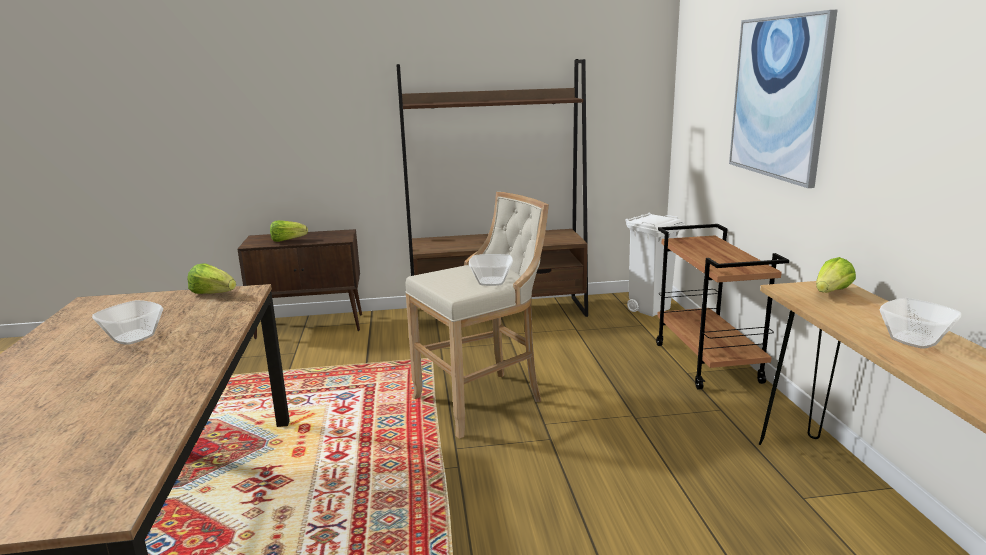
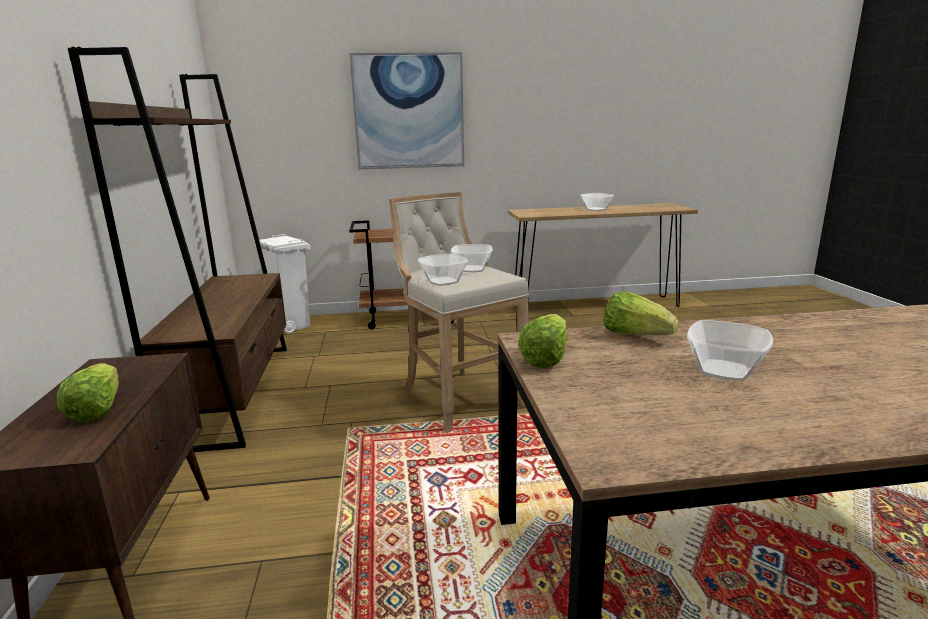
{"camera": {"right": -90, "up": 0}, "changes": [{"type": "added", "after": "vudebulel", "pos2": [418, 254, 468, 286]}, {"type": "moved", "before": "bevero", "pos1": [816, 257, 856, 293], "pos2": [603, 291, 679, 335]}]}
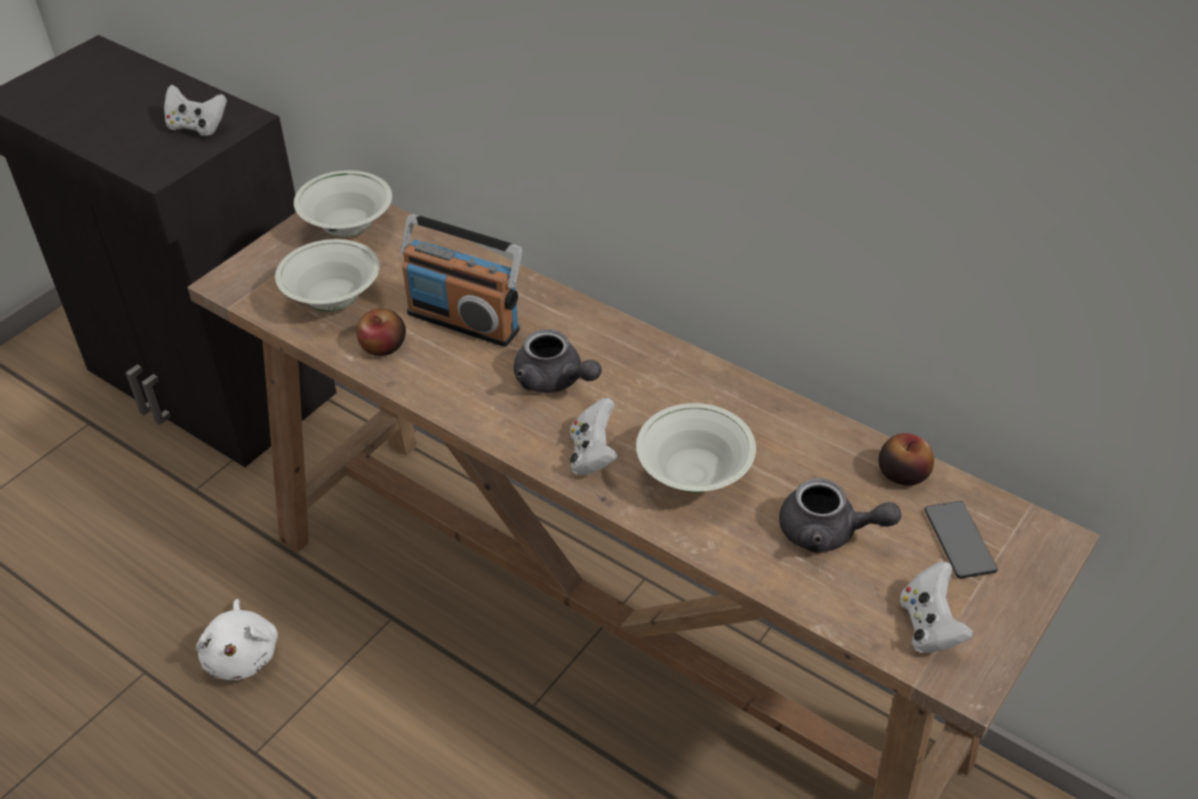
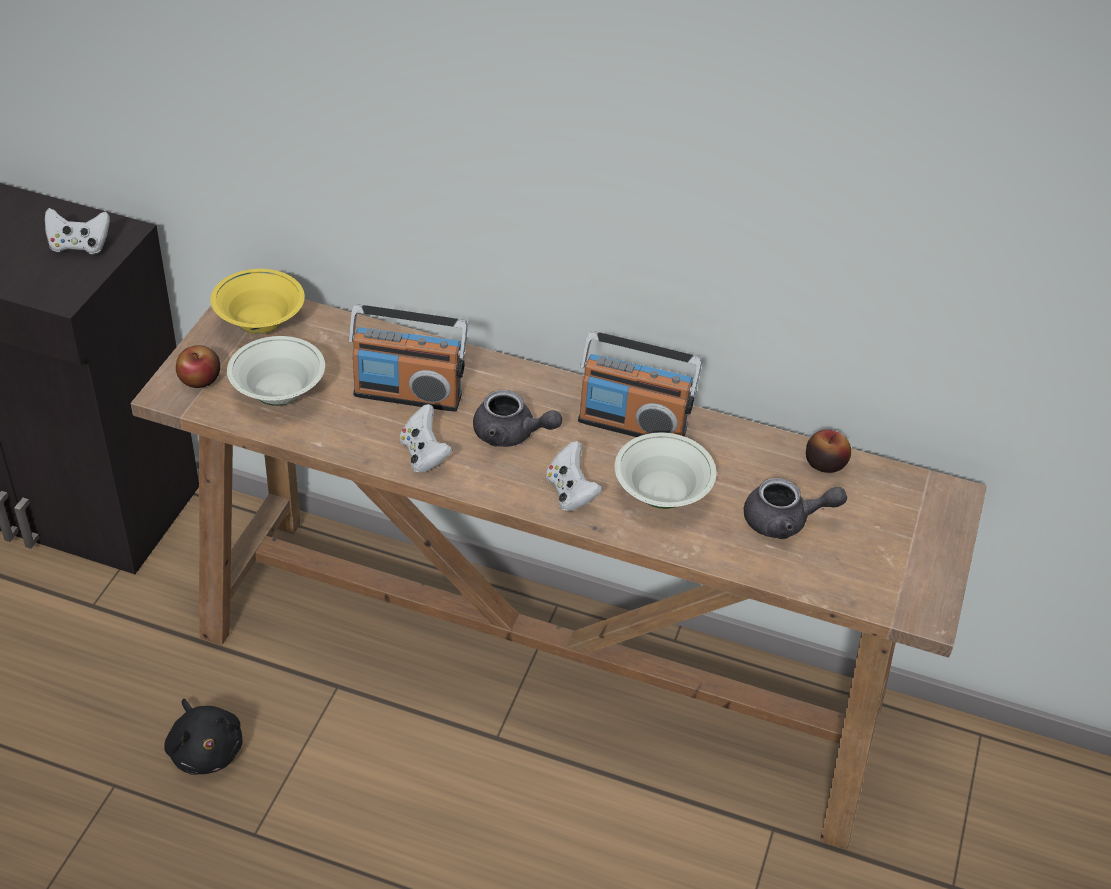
{"camera": {"right": -20, "up": 0}, "changes": [{"type": "removed", "before": "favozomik", "pos1": [924, 501, 998, 579]}, {"type": "added", "after": "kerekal", "pos2": [578, 331, 702, 437]}, {"type": "moved", "before": "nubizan", "pos1": [356, 309, 406, 356], "pos2": [176, 345, 220, 388]}, {"type": "moved", "before": "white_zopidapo", "pos1": [900, 561, 973, 653], "pos2": [400, 404, 453, 473]}, {"type": "recoloured", "before": "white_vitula", "after": "black_vitula", "pos1": [196, 599, 278, 680], "pos2": [164, 699, 243, 775]}, {"type": "recoloured", "before": "white_vudebulel", "after": "yellow_vudebulel", "pos1": [294, 170, 392, 237], "pos2": [210, 269, 305, 334]}]}
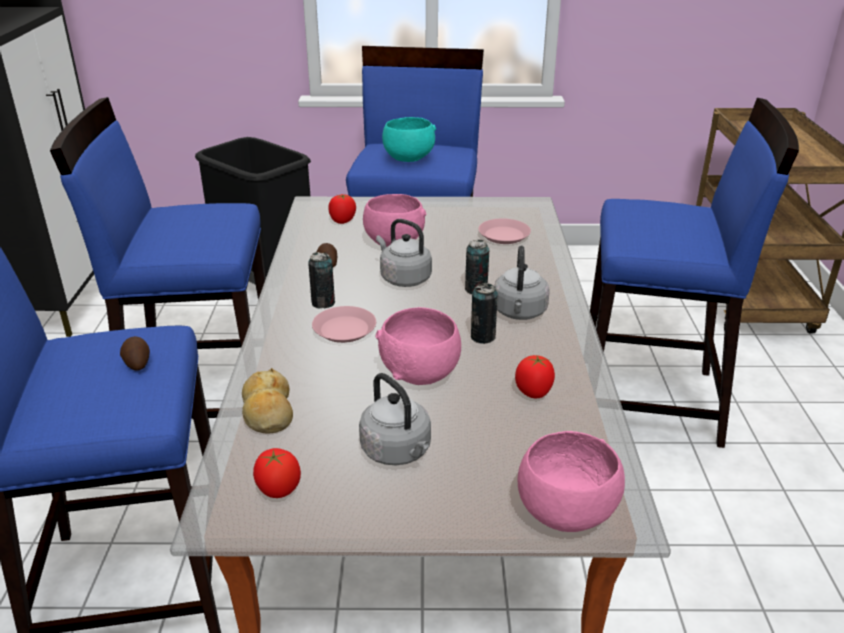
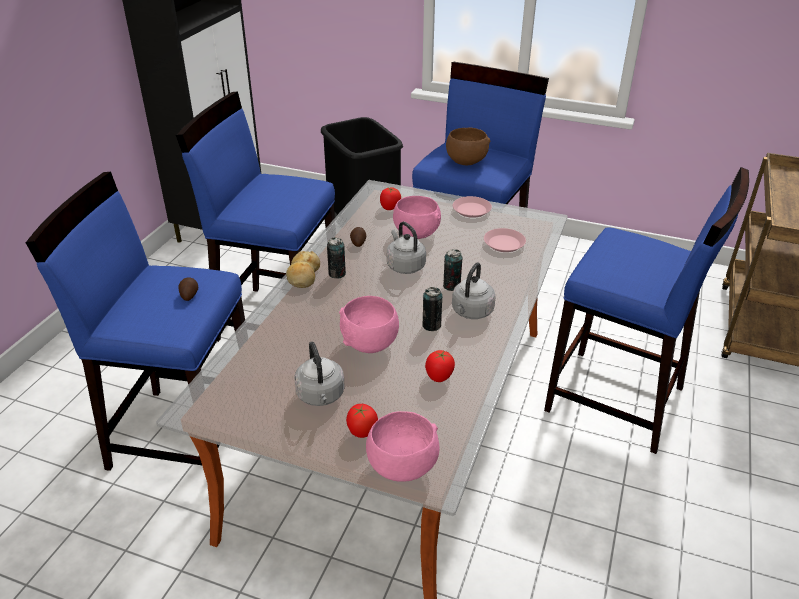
{"camera": {"right": 20, "up": 5}, "changes": [{"type": "moved", "before": "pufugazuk", "pos1": [242, 368, 293, 433], "pos2": [286, 251, 320, 288]}, {"type": "moved", "before": "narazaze", "pos1": [253, 448, 301, 498], "pos2": [346, 404, 378, 438]}, {"type": "moved", "before": "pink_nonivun", "pos1": [312, 306, 376, 343], "pos2": [453, 196, 492, 218]}, {"type": "recoloured", "before": "turquoise_vudebulel", "after": "brown_vudebulel", "pos1": [382, 117, 436, 162], "pos2": [446, 128, 491, 165]}]}
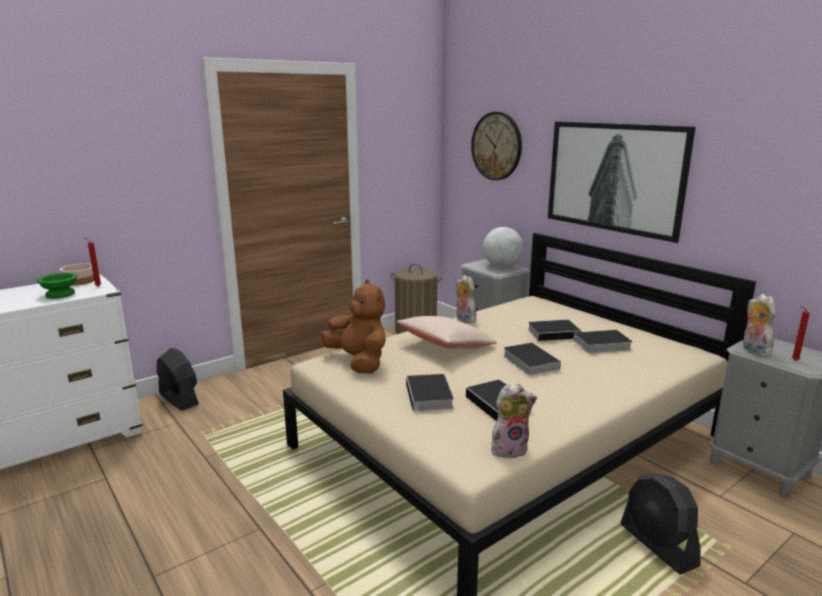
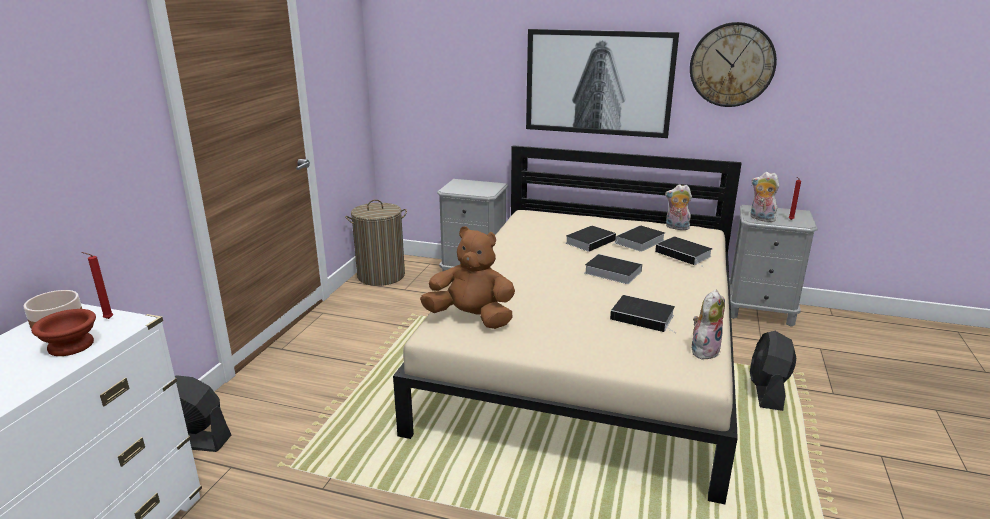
{"camera": {"right": -35, "up": 5}, "changes": [{"type": "removed", "before": "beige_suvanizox", "pos1": [397, 316, 497, 349]}, {"type": "removed", "before": "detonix", "pos1": [483, 227, 523, 267]}, {"type": "moved", "before": "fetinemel", "pos1": [406, 374, 454, 416], "pos2": [655, 237, 712, 267]}, {"type": "moved", "before": "vitula", "pos1": [456, 275, 476, 323], "pos2": [665, 184, 692, 230]}, {"type": "moved", "before": "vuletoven", "pos1": [471, 112, 522, 180], "pos2": [690, 22, 777, 107]}, {"type": "recoloured", "before": "green_vudebulel", "after": "brown_vudebulel", "pos1": [37, 272, 77, 299], "pos2": [31, 309, 96, 356]}, {"type": "turned", "before": "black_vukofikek", "pos1": [620, 473, 701, 575], "pos2": [750, 331, 796, 411], "turn": 75}]}
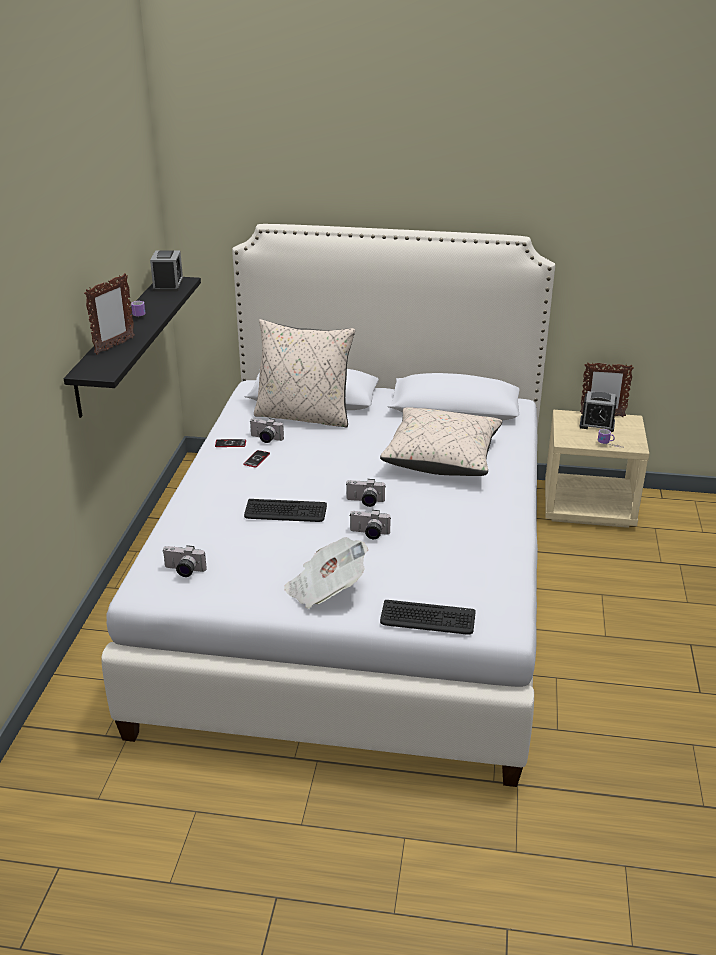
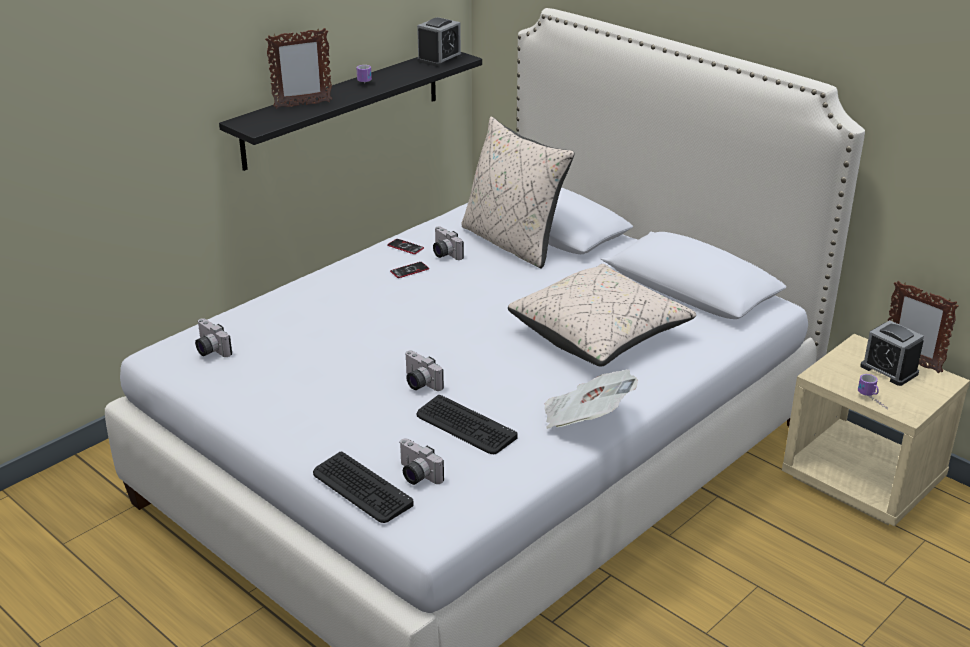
{"camera": {"right": 35, "up": 0}, "changes": [{"type": "moved", "before": "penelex", "pos1": [244, 499, 327, 522], "pos2": [416, 395, 517, 454]}, {"type": "moved", "before": "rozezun", "pos1": [284, 537, 368, 609], "pos2": [545, 369, 638, 429]}, {"type": "moved", "before": "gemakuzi", "pos1": [346, 479, 386, 507], "pos2": [399, 438, 444, 485]}]}
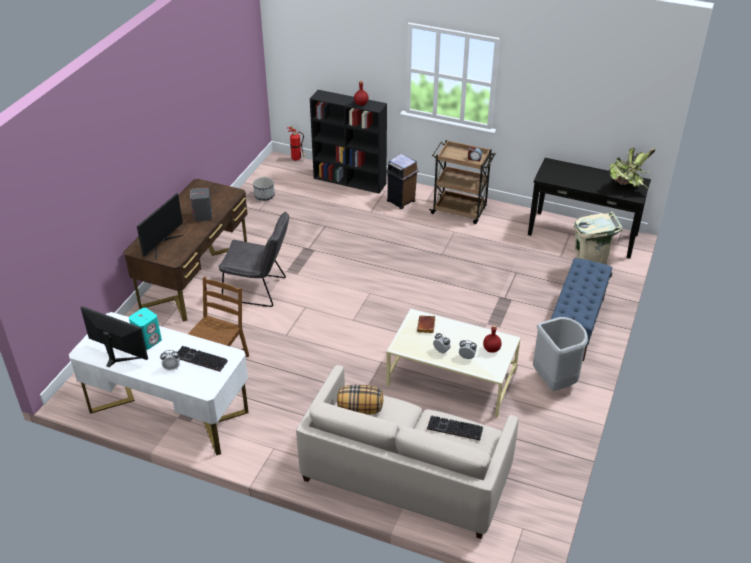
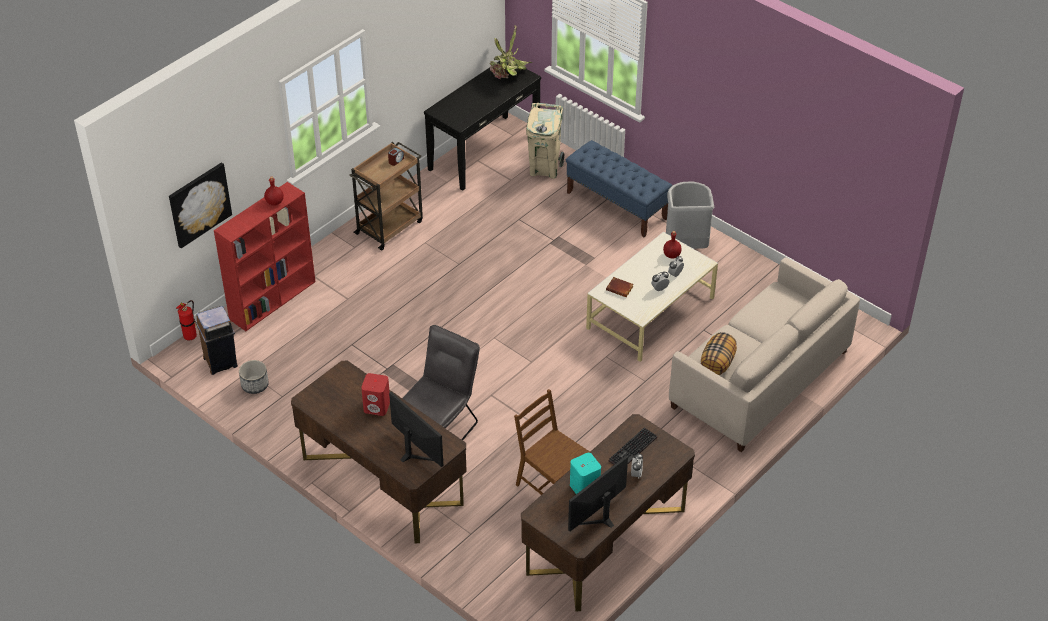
{"camera": {"right": -70, "up": 5}, "changes": [{"type": "removed", "before": "penelex", "pos1": [427, 416, 483, 440]}, {"type": "added", "after": "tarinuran", "pos2": [169, 163, 232, 248]}, {"type": "moved", "before": "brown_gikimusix", "pos1": [386, 154, 419, 209], "pos2": [196, 306, 238, 375]}, {"type": "recoloured", "before": "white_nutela", "after": "brown_nutela", "pos1": [69, 312, 249, 455], "pos2": [521, 414, 695, 611]}, {"type": "recoloured", "before": "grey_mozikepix", "after": "red_mozikepix", "pos1": [190, 188, 213, 222], "pos2": [361, 373, 390, 416]}, {"type": "recoloured", "before": "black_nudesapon", "after": "red_nudesapon", "pos1": [310, 90, 387, 194], "pos2": [214, 182, 316, 331]}]}
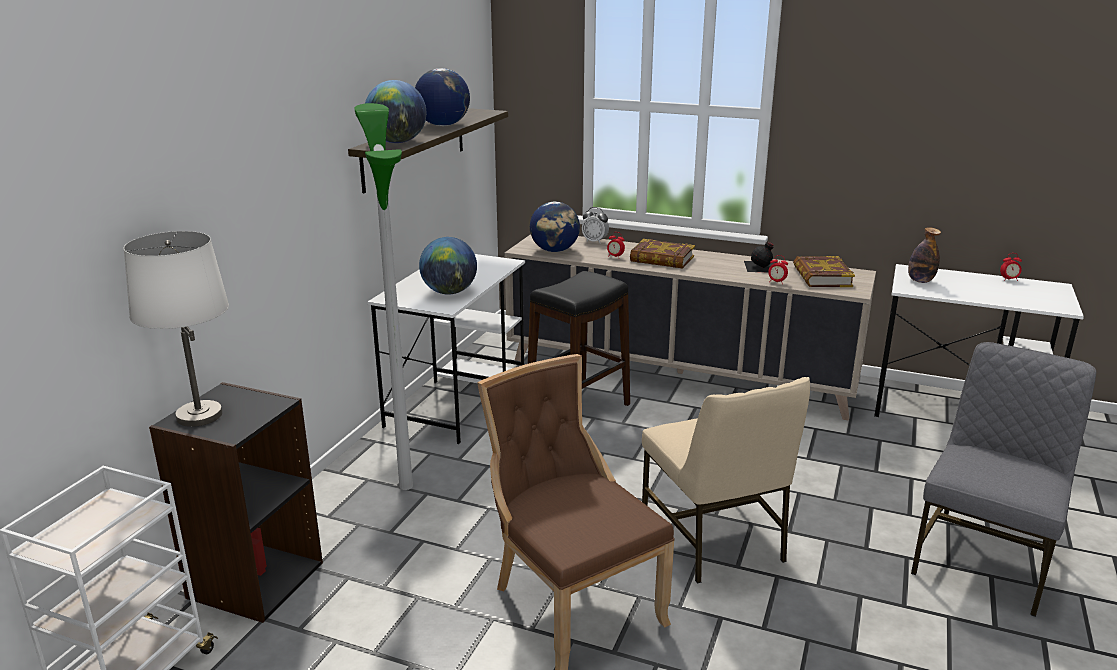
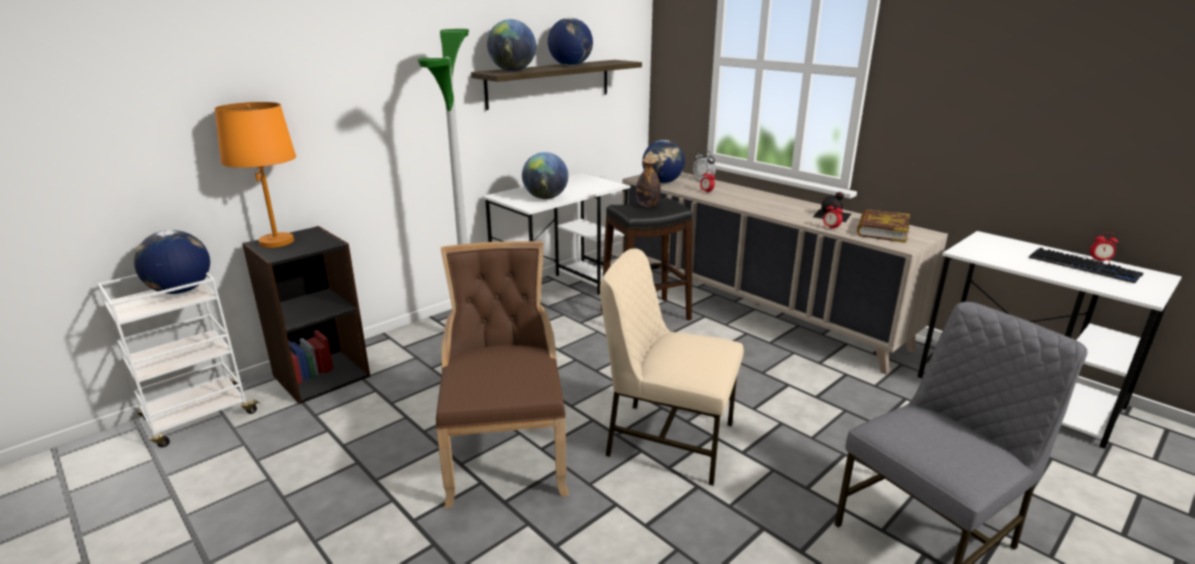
{"camera": {"right": 25, "up": 0}, "changes": [{"type": "removed", "before": "fetinemel", "pos1": [630, 239, 695, 268]}, {"type": "added", "after": "detonix", "pos2": [134, 230, 210, 294]}, {"type": "added", "after": "penelex", "pos2": [1028, 248, 1143, 283]}, {"type": "moved", "before": "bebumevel", "pos1": [908, 227, 941, 283], "pos2": [636, 158, 661, 207]}, {"type": "recoloured", "before": "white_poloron", "after": "orange_poloron", "pos1": [124, 231, 229, 427], "pos2": [214, 102, 296, 248]}, {"type": "turned", "before": "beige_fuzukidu", "pos1": [642, 377, 810, 584], "pos2": [600, 249, 744, 486], "turn": 105}]}
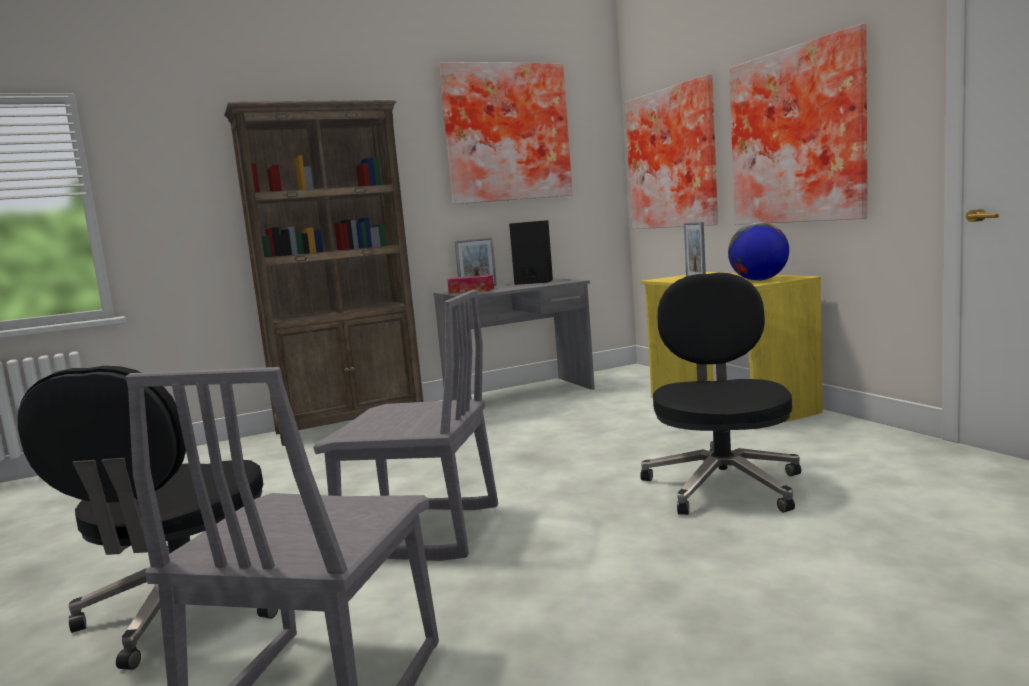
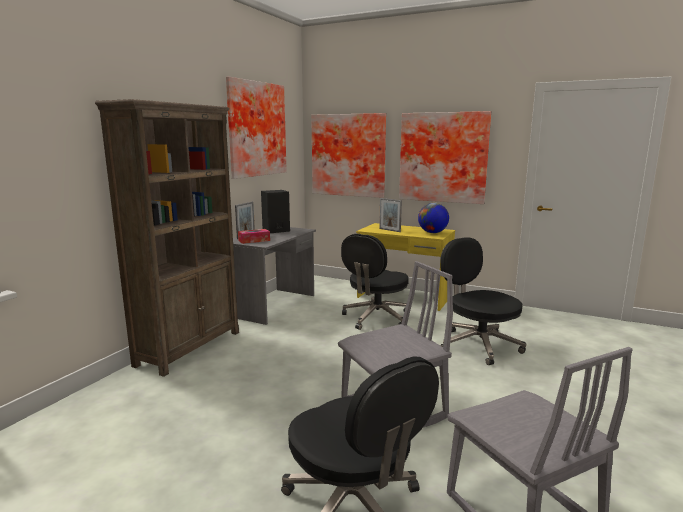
{"camera": {"right": -40, "up": 5}, "changes": [{"type": "added", "after": "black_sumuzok", "pos2": [341, 234, 409, 330]}]}
